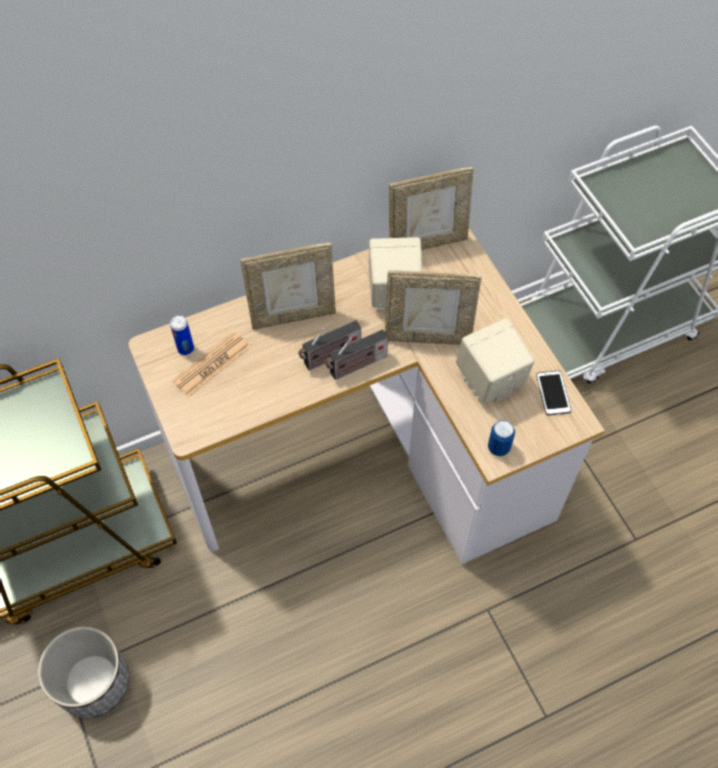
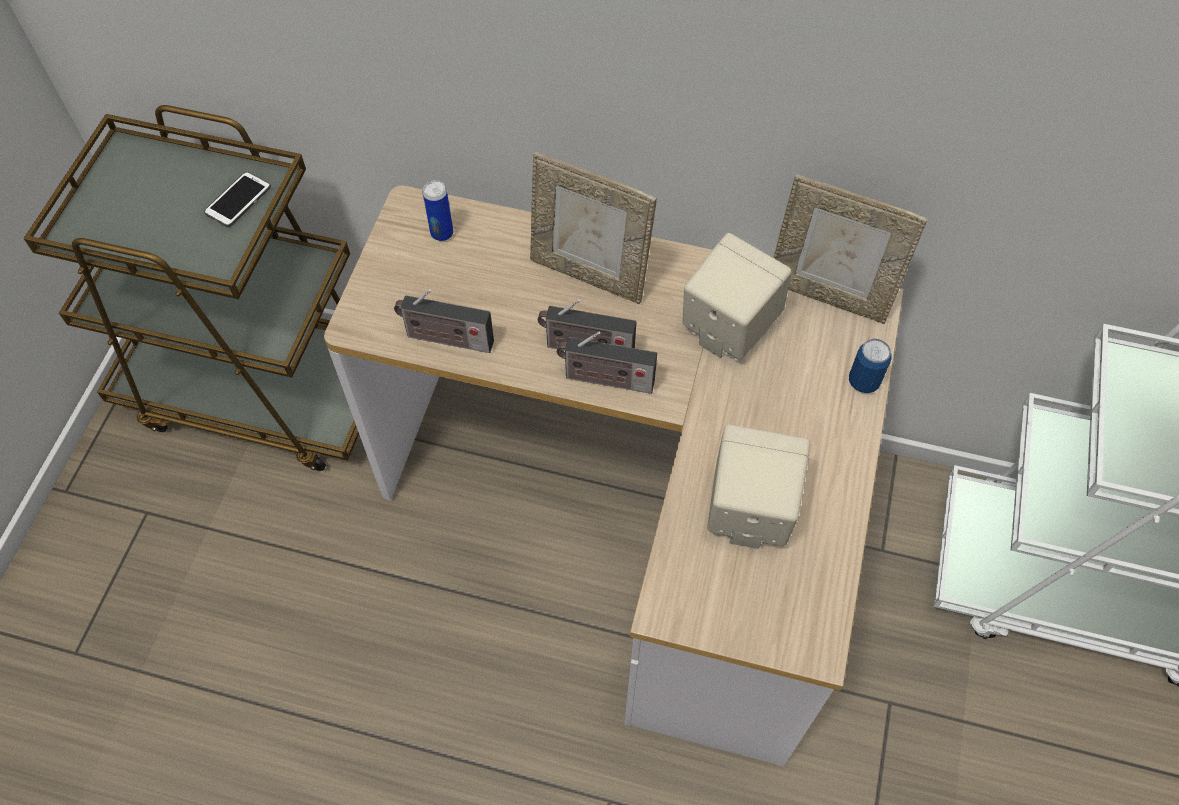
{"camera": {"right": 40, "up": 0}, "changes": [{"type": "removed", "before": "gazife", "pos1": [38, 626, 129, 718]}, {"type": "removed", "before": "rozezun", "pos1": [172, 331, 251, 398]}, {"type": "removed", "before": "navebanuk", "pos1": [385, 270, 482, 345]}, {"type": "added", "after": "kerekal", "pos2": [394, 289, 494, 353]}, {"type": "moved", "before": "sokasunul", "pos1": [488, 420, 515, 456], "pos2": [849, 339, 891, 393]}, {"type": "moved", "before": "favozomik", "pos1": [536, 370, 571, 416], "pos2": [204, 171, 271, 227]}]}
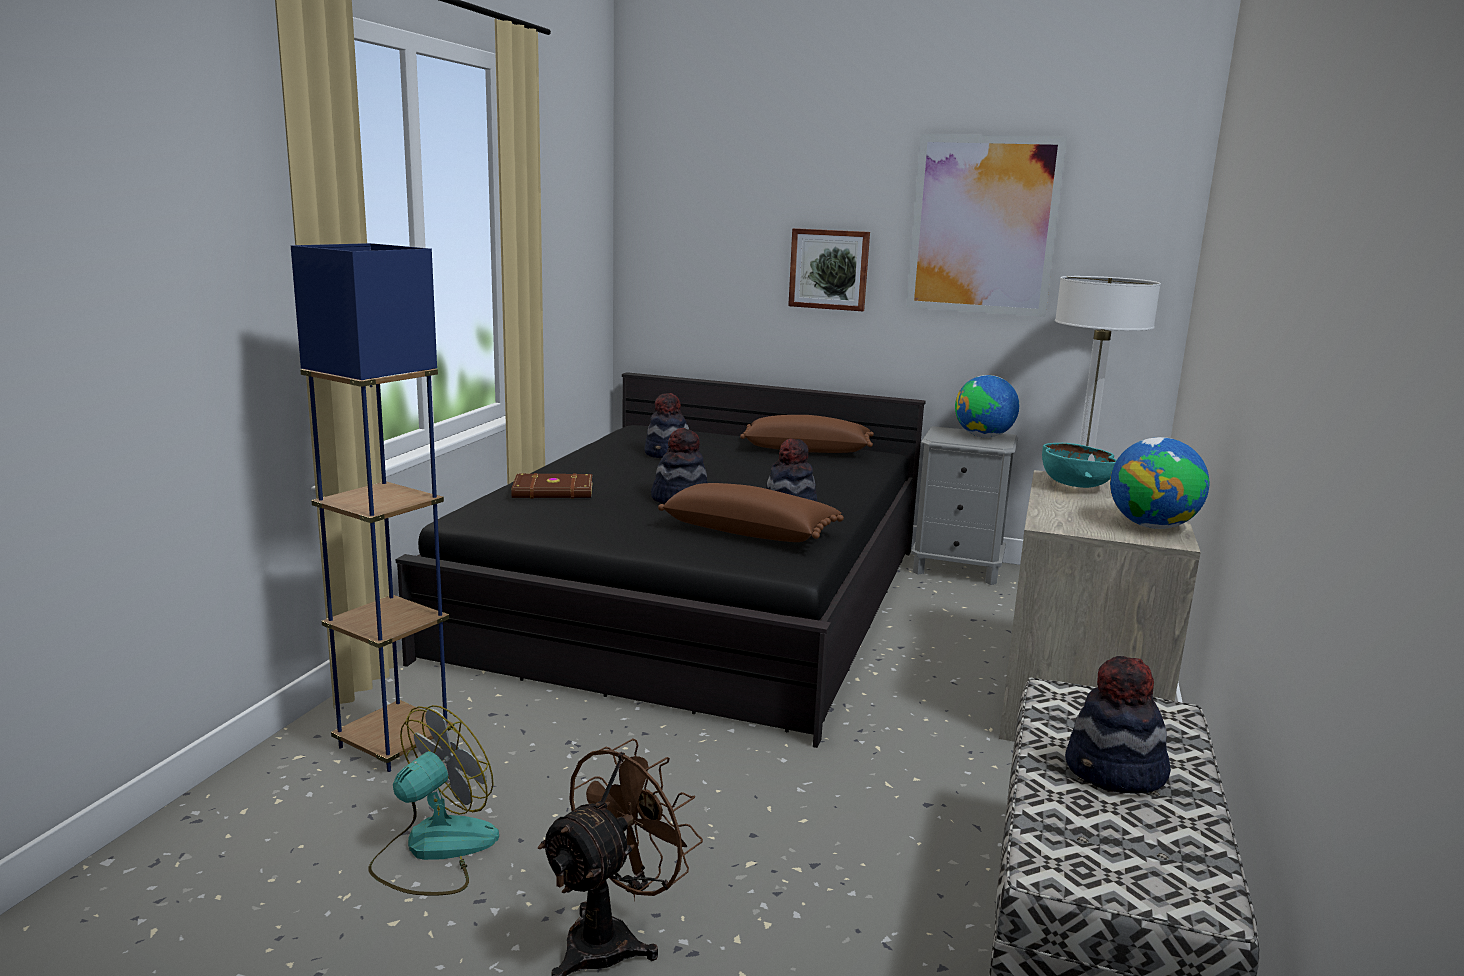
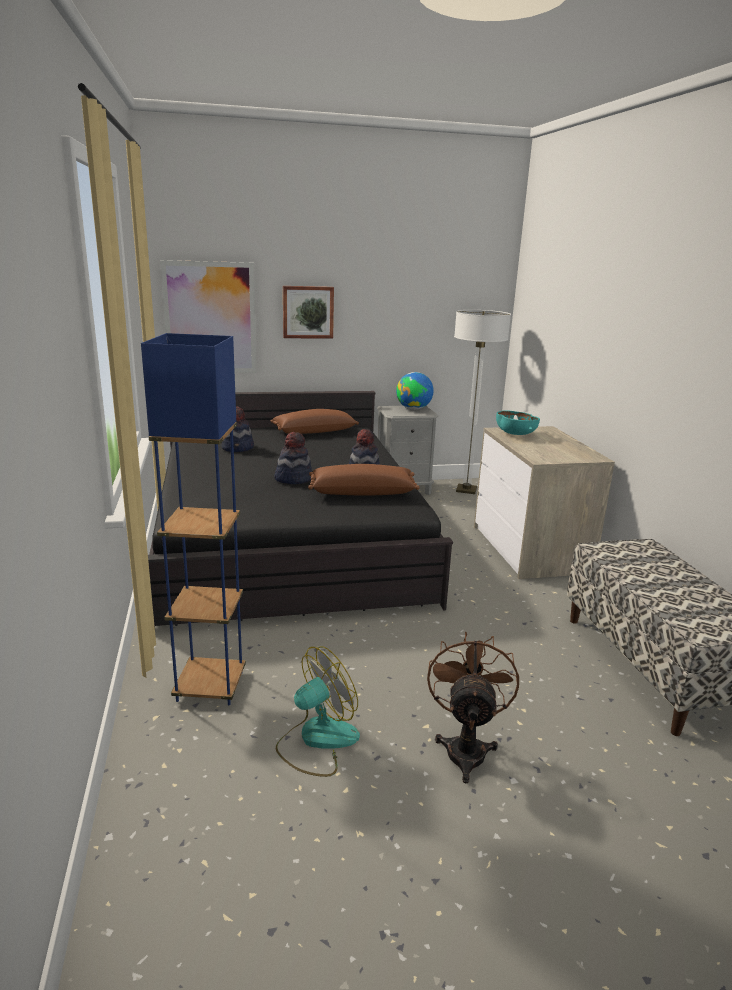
{"camera": {"right": -30, "up": 5}, "changes": [{"type": "removed", "before": "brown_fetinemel", "pos1": [511, 473, 592, 499]}, {"type": "removed", "before": "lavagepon", "pos1": [1065, 656, 1171, 794]}, {"type": "removed", "before": "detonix", "pos1": [1110, 437, 1209, 529]}, {"type": "moved", "before": "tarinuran", "pos1": [906, 134, 1067, 317], "pos2": [160, 260, 256, 373]}, {"type": "turned", "before": "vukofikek", "pos1": [369, 705, 499, 896], "pos2": [276, 647, 360, 777], "turn": 45}]}
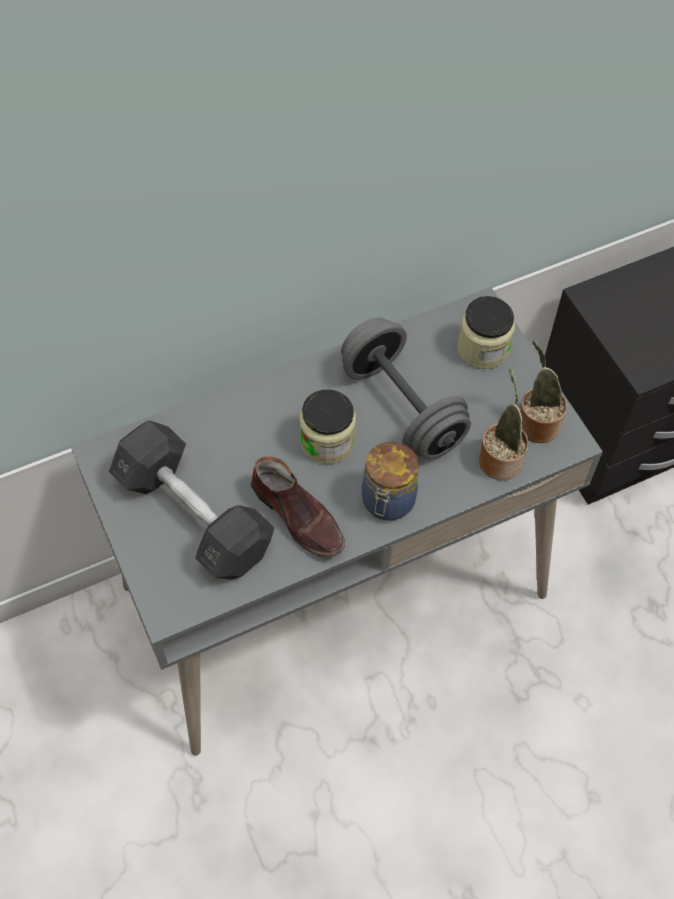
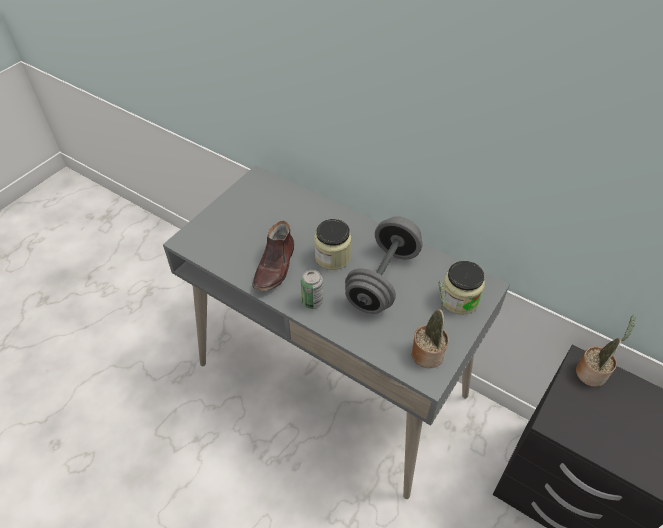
{"camera": {"right": 60, "up": -10}, "changes": [{"type": "removed", "before": "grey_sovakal", "pos1": [109, 420, 275, 580]}, {"type": "moved", "before": "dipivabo", "pos1": [479, 369, 528, 481], "pos2": [576, 314, 636, 387]}, {"type": "replaced", "before": "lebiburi", "after": "sokasunul", "pos1": [362, 441, 419, 521], "pos2": [301, 269, 323, 309]}]}
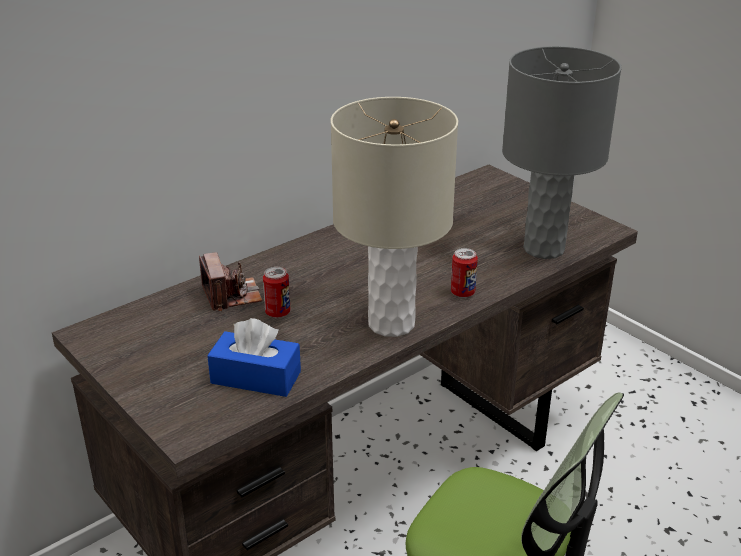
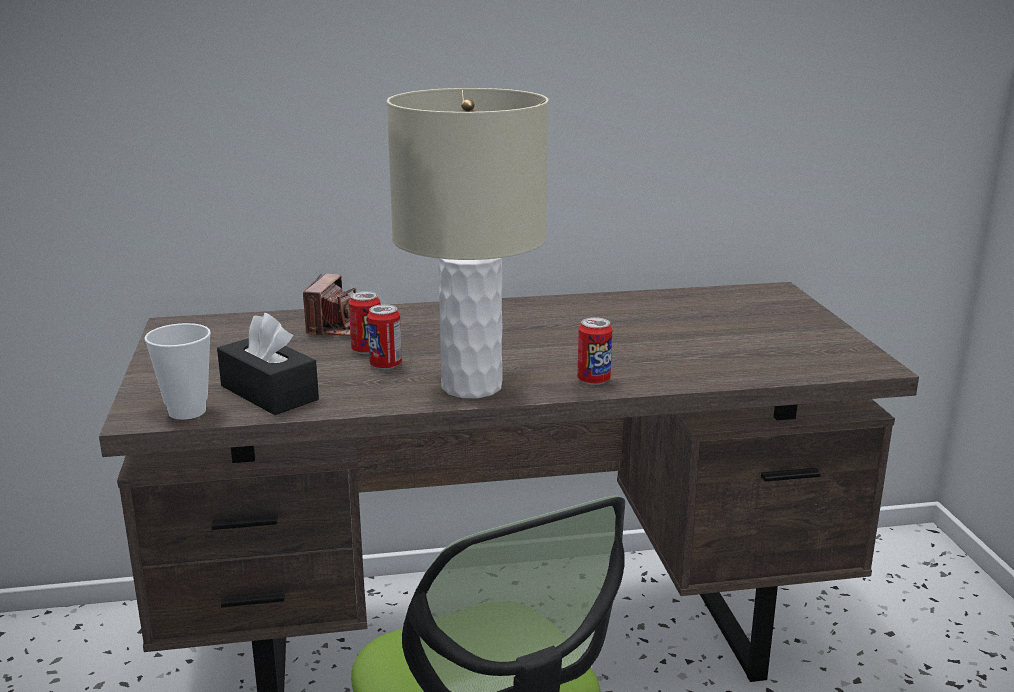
{"camera": {"right": 30, "up": -10}, "changes": [{"type": "removed", "before": "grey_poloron", "pos1": [502, 46, 622, 259]}, {"type": "added", "after": "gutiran", "pos2": [145, 323, 211, 420]}, {"type": "added", "after": "sokasunul", "pos2": [367, 304, 402, 370]}, {"type": "recoloured", "before": "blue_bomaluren", "after": "black_bomaluren", "pos1": [207, 318, 301, 397], "pos2": [217, 313, 319, 415]}]}
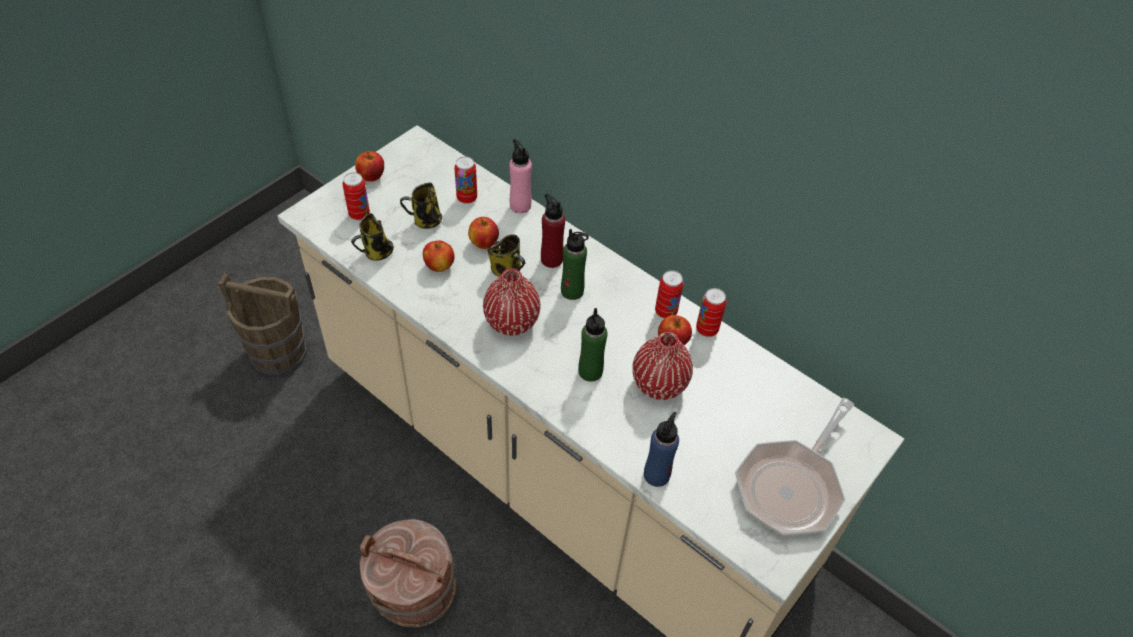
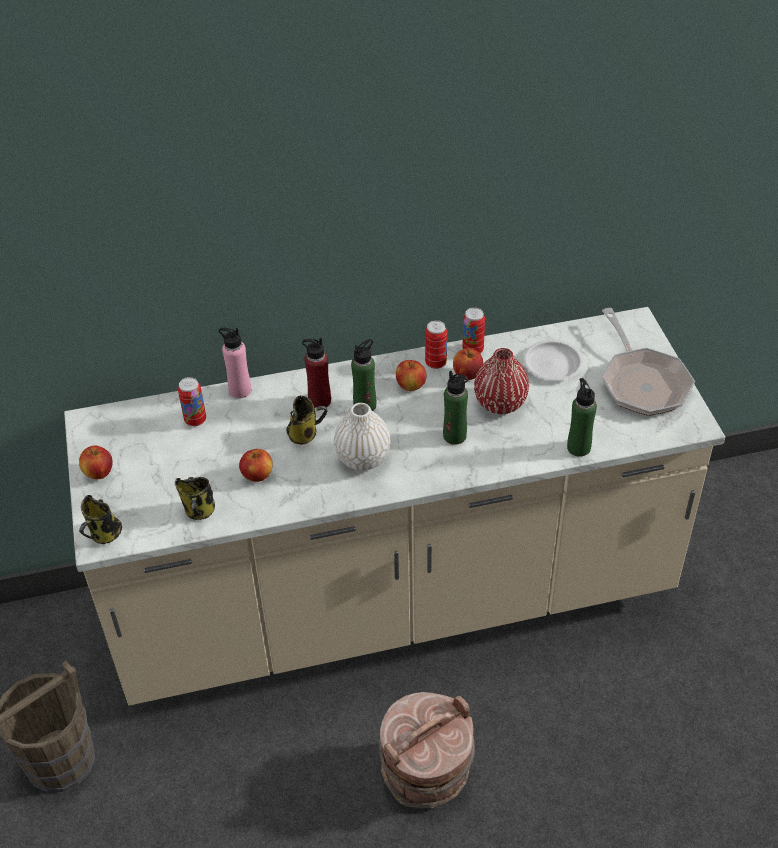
{"camera": {"right": -50, "up": -5}, "changes": [{"type": "removed", "before": "sokasunul", "pos1": [343, 172, 370, 220]}, {"type": "added", "after": "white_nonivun", "pos2": [523, 340, 583, 381]}, {"type": "moved", "before": "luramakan", "pos1": [400, 182, 442, 229], "pos2": [79, 495, 122, 544]}, {"type": "moved", "before": "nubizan", "pos1": [468, 217, 499, 249], "pos2": [396, 360, 426, 391]}, {"type": "recoloured", "before": "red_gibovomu", "after": "white_gibovomu", "pos1": [483, 268, 541, 335], "pos2": [334, 403, 391, 471]}, {"type": "recoloured", "before": "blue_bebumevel", "after": "green_bebumevel", "pos1": [644, 412, 679, 487], "pos2": [567, 378, 597, 457]}]}
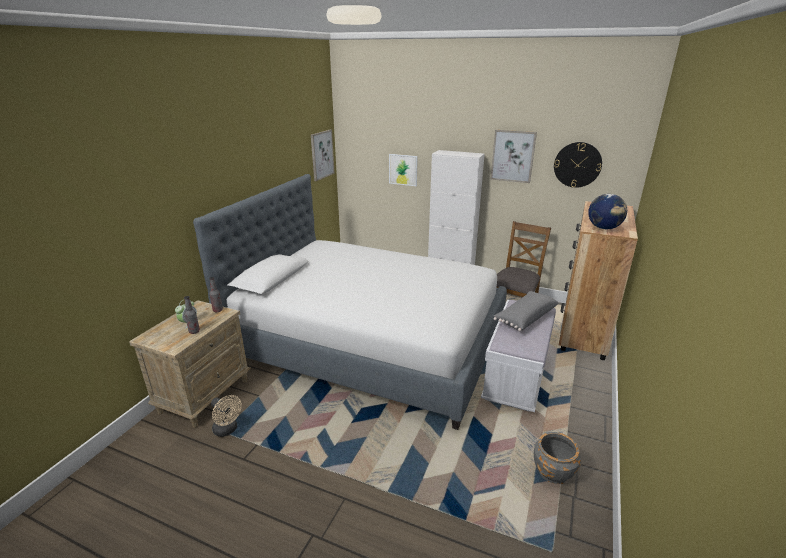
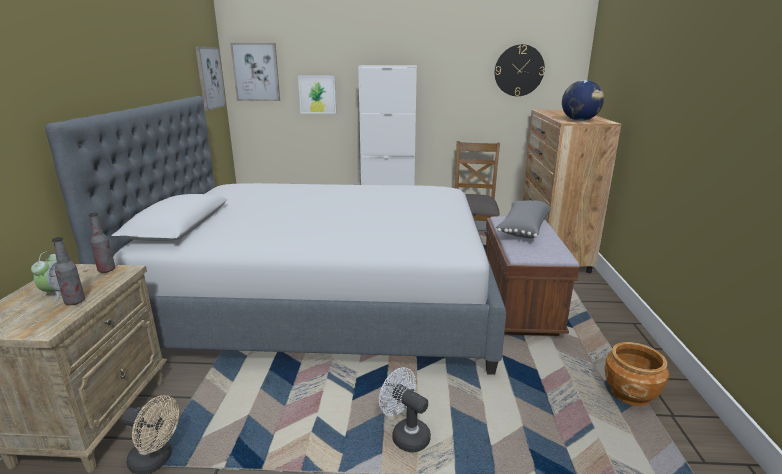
{"camera": {"right": -20, "up": -5}, "changes": [{"type": "added", "after": "white_vukofikek", "pos2": [379, 367, 431, 452]}, {"type": "moved", "before": "tarinuran", "pos1": [490, 130, 537, 183], "pos2": [230, 43, 280, 101]}, {"type": "recoloured", "before": "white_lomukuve", "after": "brown_lomukuve", "pos1": [481, 300, 556, 412], "pos2": [486, 216, 579, 336]}, {"type": "recoloured", "before": "grey_gazife", "after": "brown_gazife", "pos1": [534, 432, 581, 484], "pos2": [604, 342, 669, 406]}]}
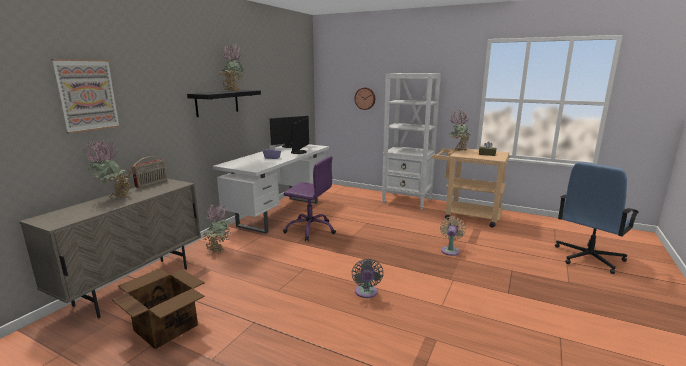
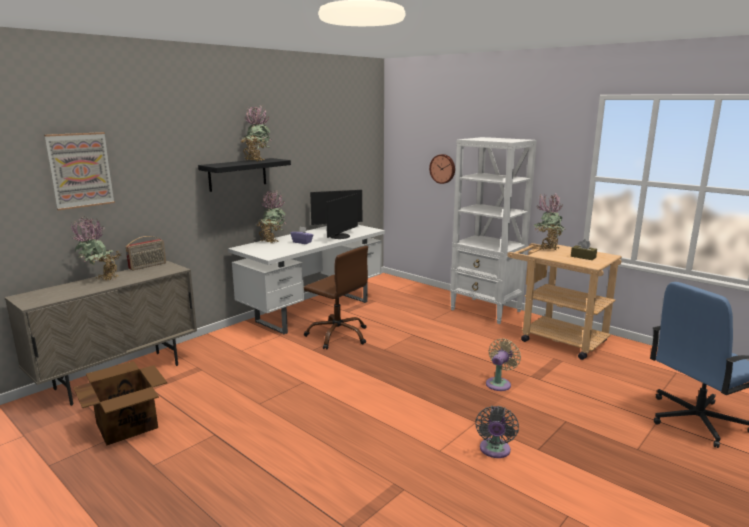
{"camera": {"right": 15, "up": 0}, "changes": [{"type": "moved", "before": "dipivabo", "pos1": [203, 202, 231, 254], "pos2": [256, 190, 286, 244]}, {"type": "moved", "before": "grey_vukofikek", "pos1": [352, 258, 383, 298], "pos2": [475, 406, 519, 458]}, {"type": "recoloured", "before": "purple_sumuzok", "after": "brown_sumuzok", "pos1": [283, 156, 336, 241], "pos2": [304, 246, 368, 349]}]}
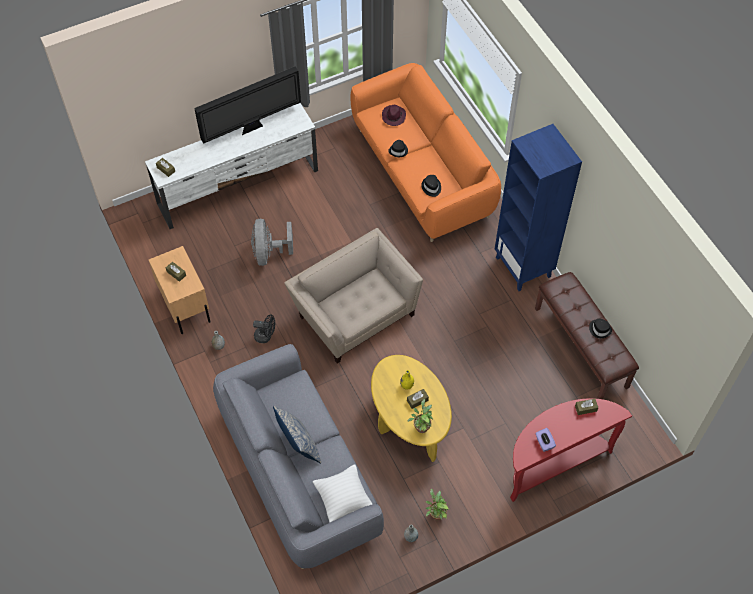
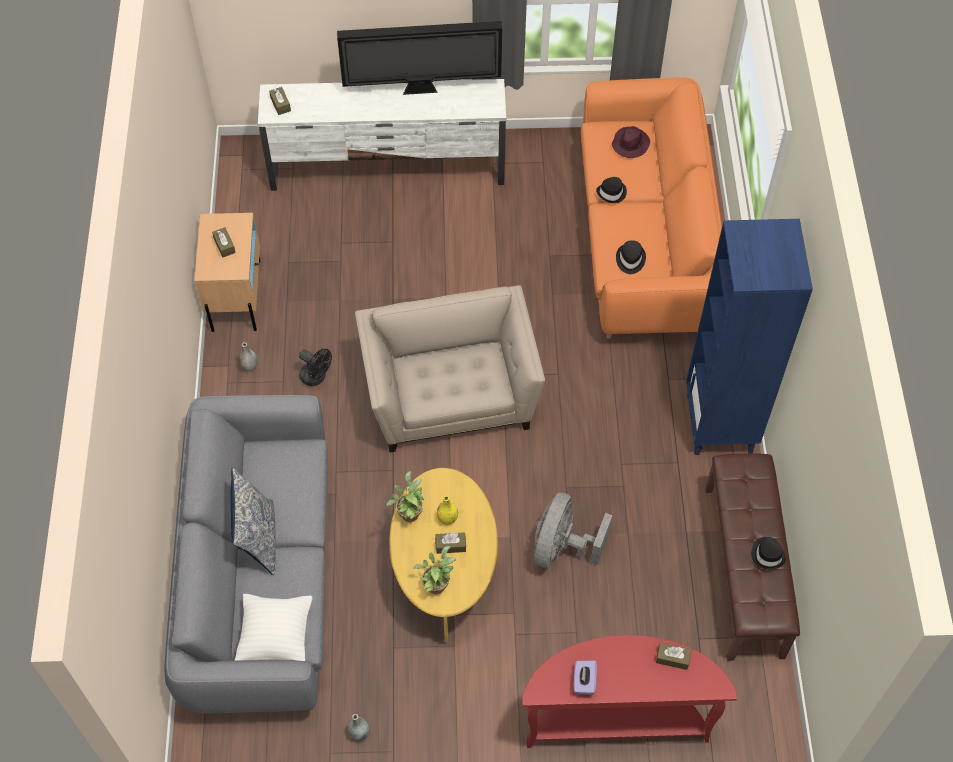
{"camera": {"right": 25, "up": 0}, "changes": [{"type": "moved", "before": "grey_vukofikek", "pos1": [251, 219, 293, 266], "pos2": [534, 492, 613, 568]}, {"type": "moved", "before": "dipivabo", "pos1": [426, 488, 449, 520], "pos2": [386, 471, 424, 522]}]}
